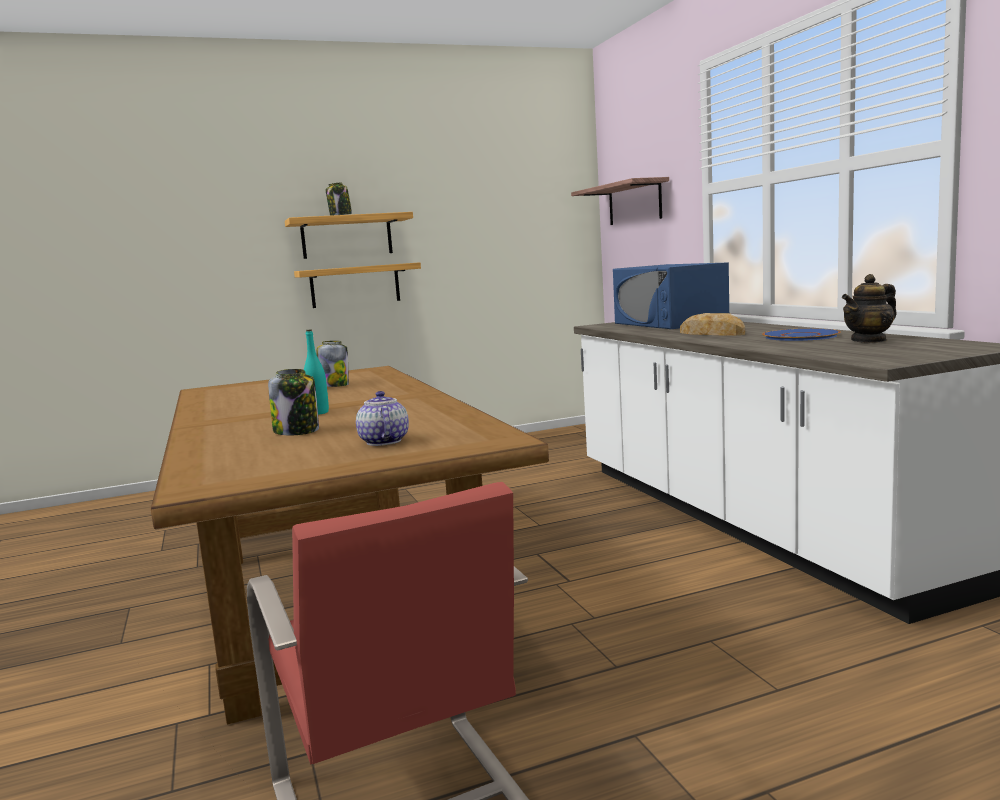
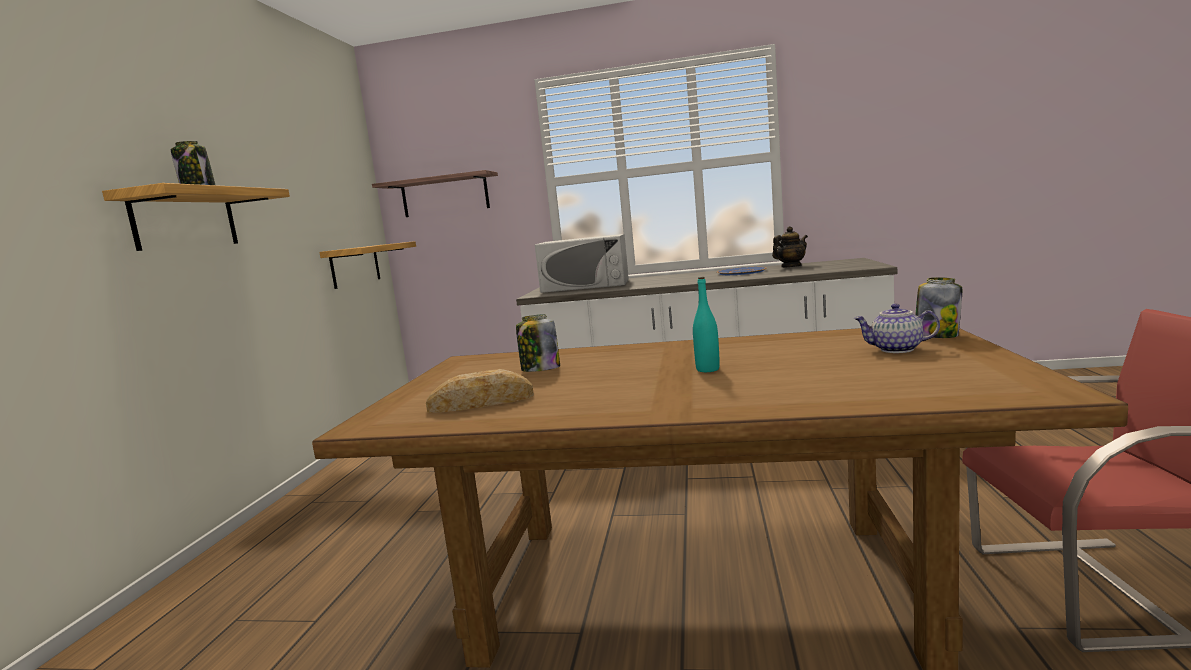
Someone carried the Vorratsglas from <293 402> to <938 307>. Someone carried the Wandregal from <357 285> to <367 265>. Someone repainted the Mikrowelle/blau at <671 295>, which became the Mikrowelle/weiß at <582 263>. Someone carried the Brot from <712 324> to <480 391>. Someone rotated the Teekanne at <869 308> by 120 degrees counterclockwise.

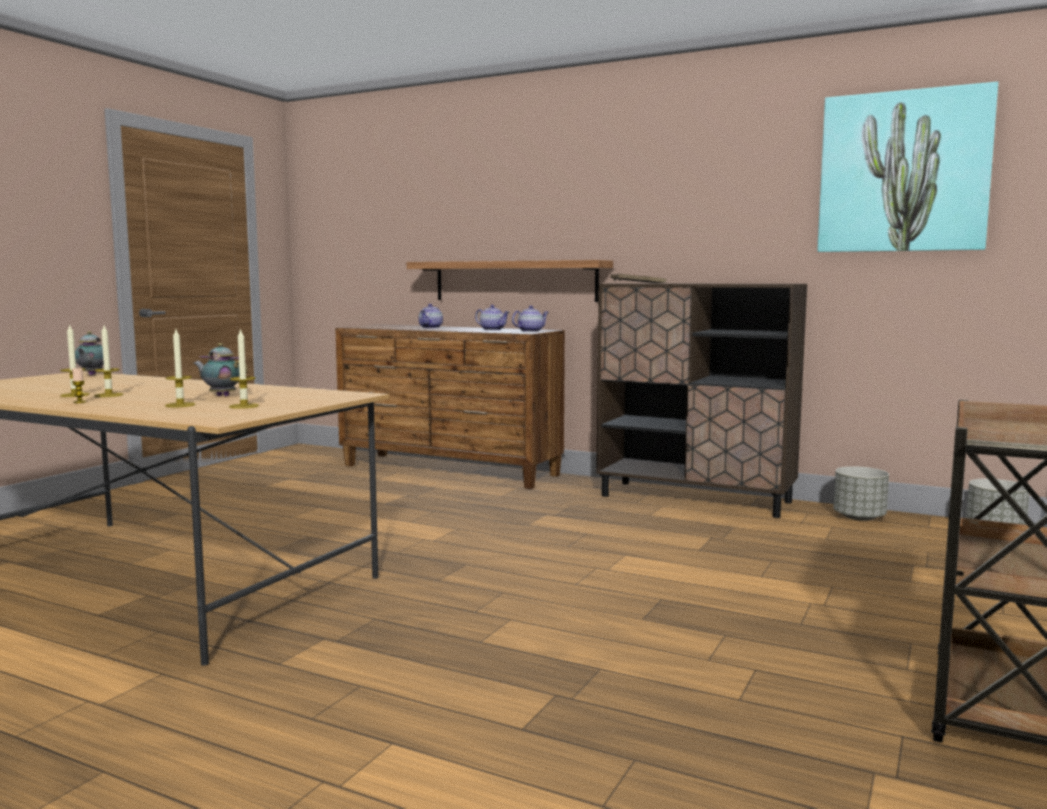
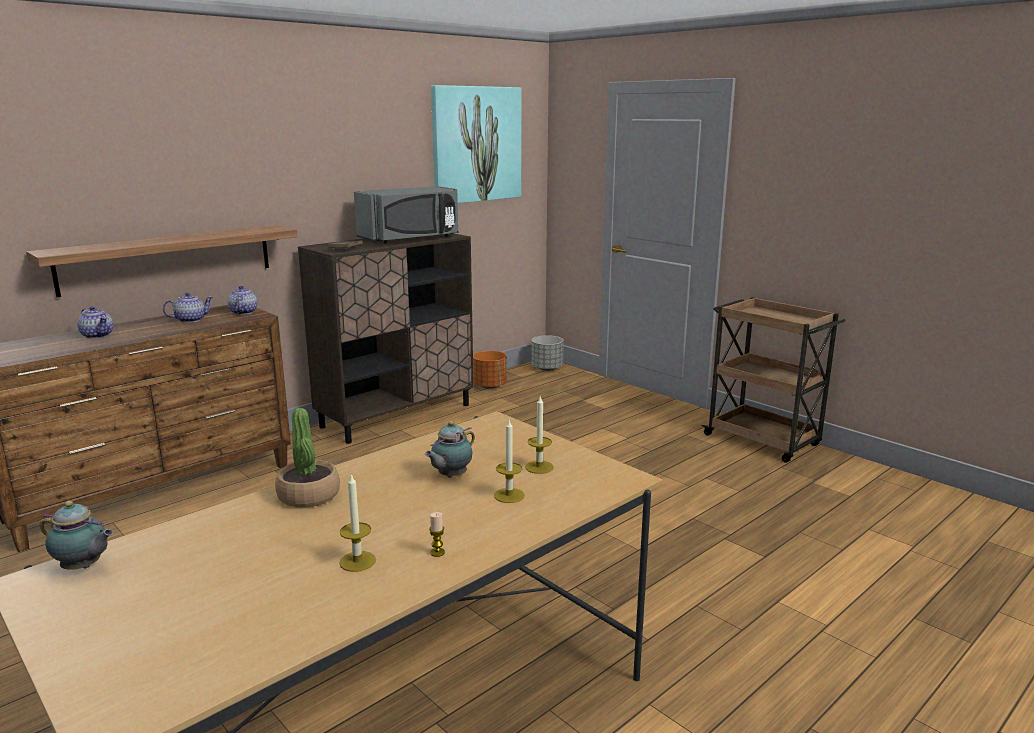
Someone took away the Kerze at <109 361>. Someone repainted the Pflanzkübel/grau at <861 493>, which became the Pflanzkübel/orange at <490 370>. Someone put down the Topfpflanze at <307 458>. Someone put down the Mikrowelle/grau at <406 214>.

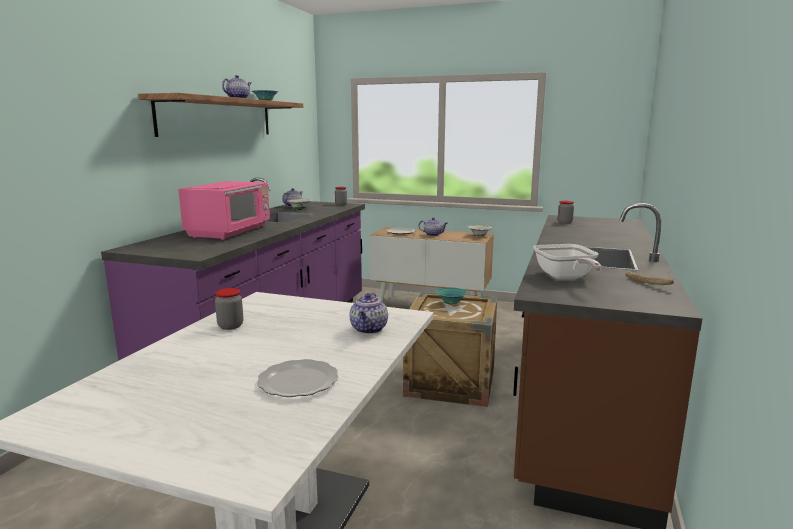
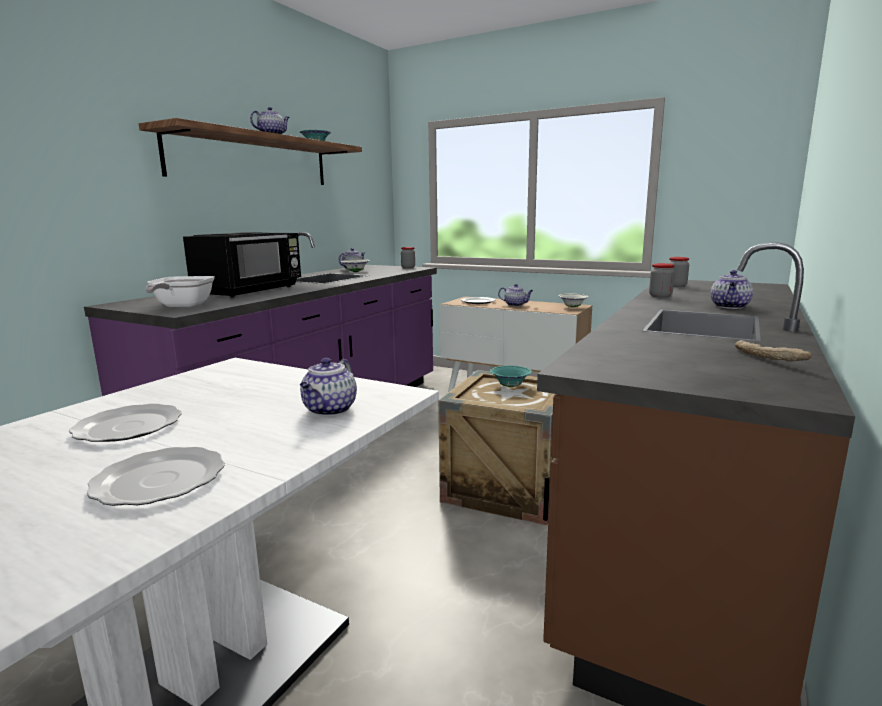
Someone repainted the Mikrowelle/rosa at <224 210>, which became the Mikrowelle/schwarz at <242 265>. Someone carried the Vorratsglas from <229 309> to <662 280>. Someone carried the Pfanne from <568 261> to <180 291>. Someone put down the Teller at <125 423>. Someone put down the Teekanne at <732 289>.

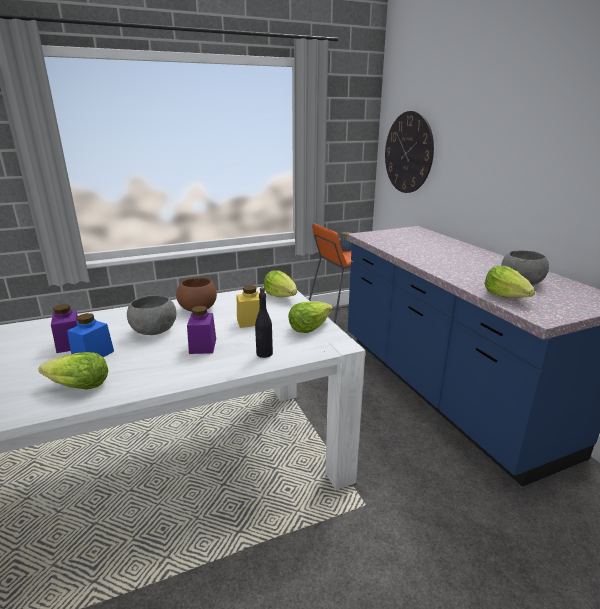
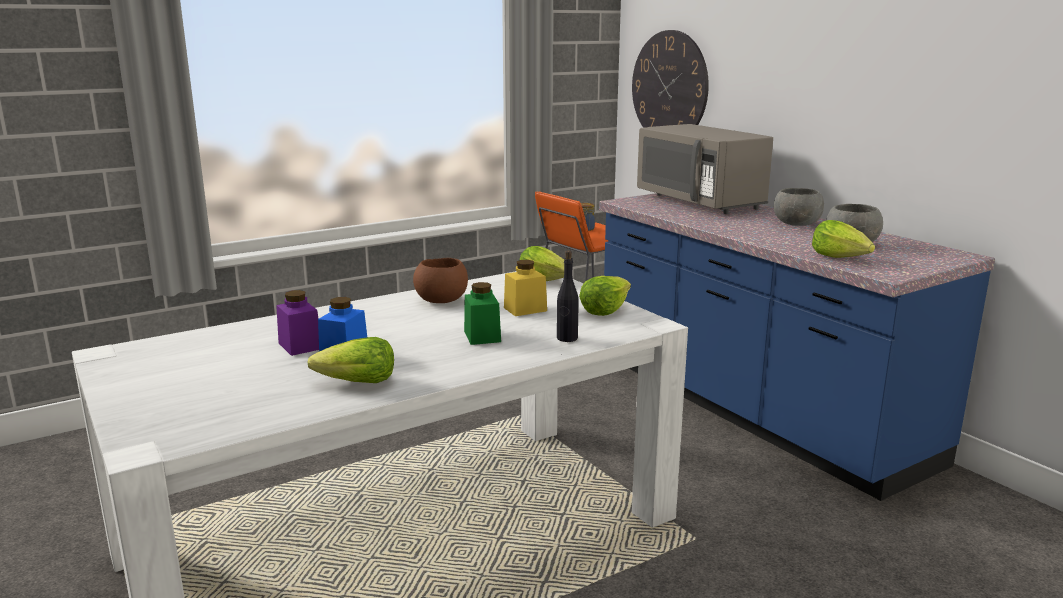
Someone carried the Schüssel/grau from <151 315> to <799 207>. Someone repainted the Vorratsglas/lila at <201 330>, which became the Vorratsglas/grün at <482 313>. Someone put down the Mikrowelle/grau at <705 169>.

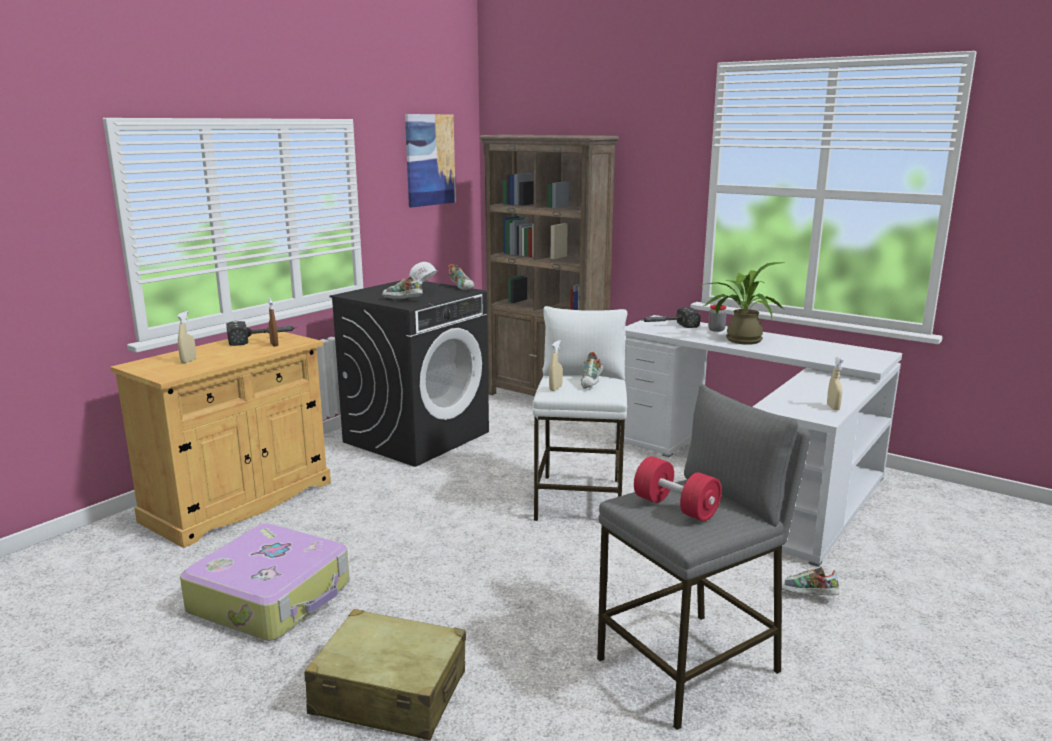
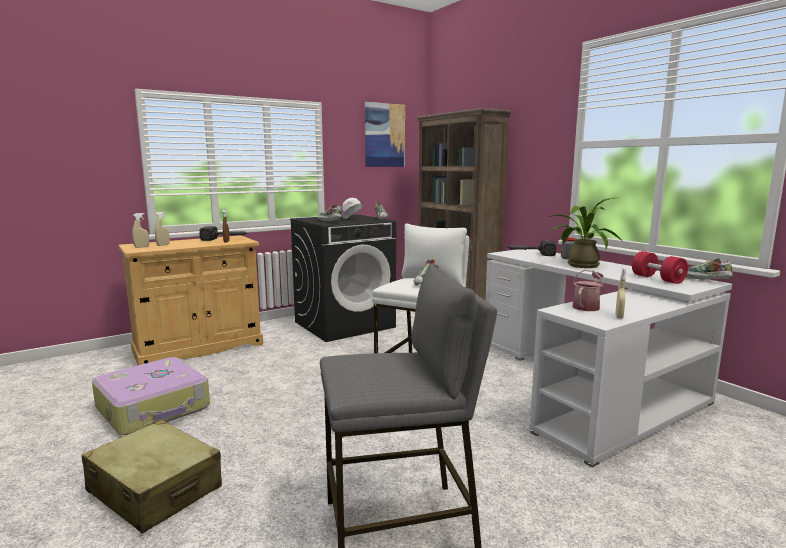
Someone carried the Sprühflasche/beige from <556 365> to <140 230>. Someone carried the Hantel/rot from <678 488> to <660 267>. Someone carried the Schuh from <811 581> to <709 269>. Someone put down the Gießkanne at <588 290>.

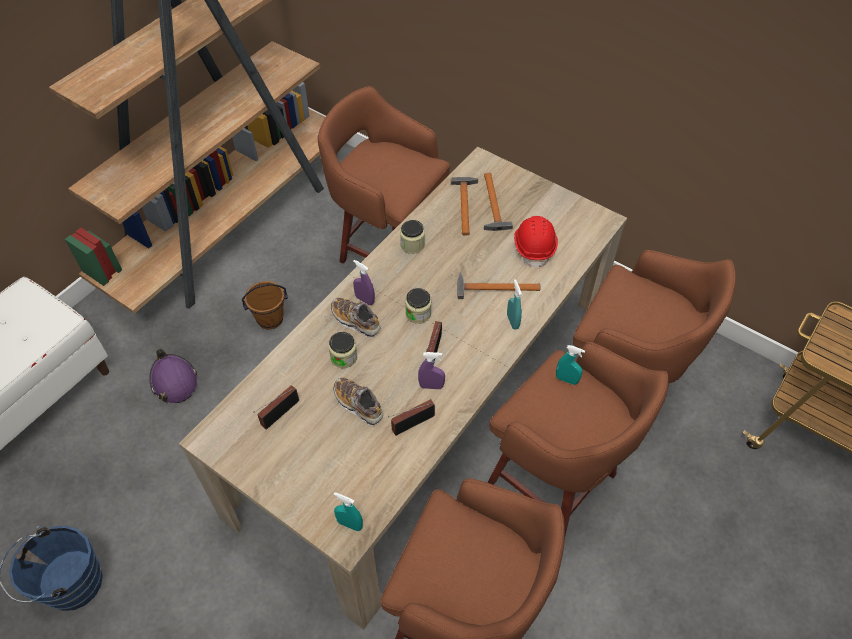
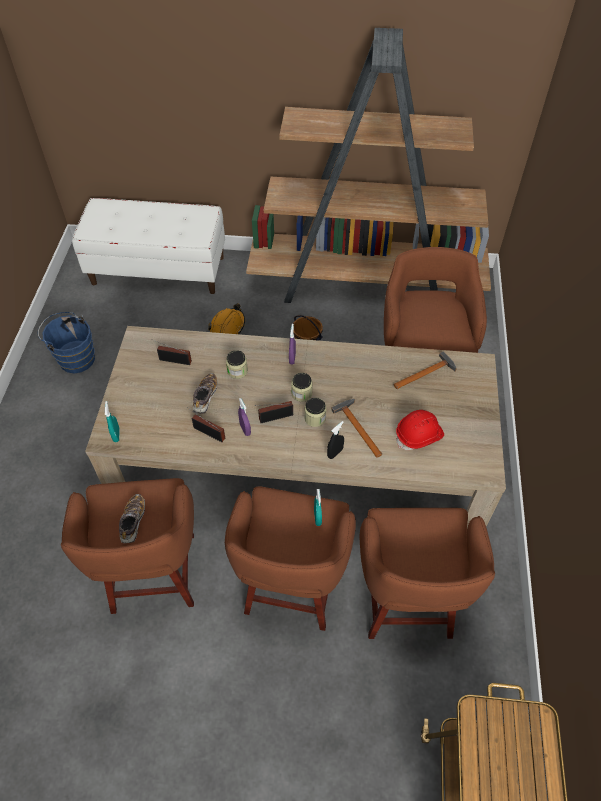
Someone repainted the Schutzhelm/lila at <173 376>, which became the Schutzhelm/orange at <226 318>. Someone carried the Schuh from <356 318> to <132 518>. Someone carried the Vorratsglas from <412 237> to <315 412>. Someone took away the Hammer at <498 202>. Someone repainted the Sprühflasche/türkis at <514 304>, which became the Sprühflasche/schwarz at <335 440>.

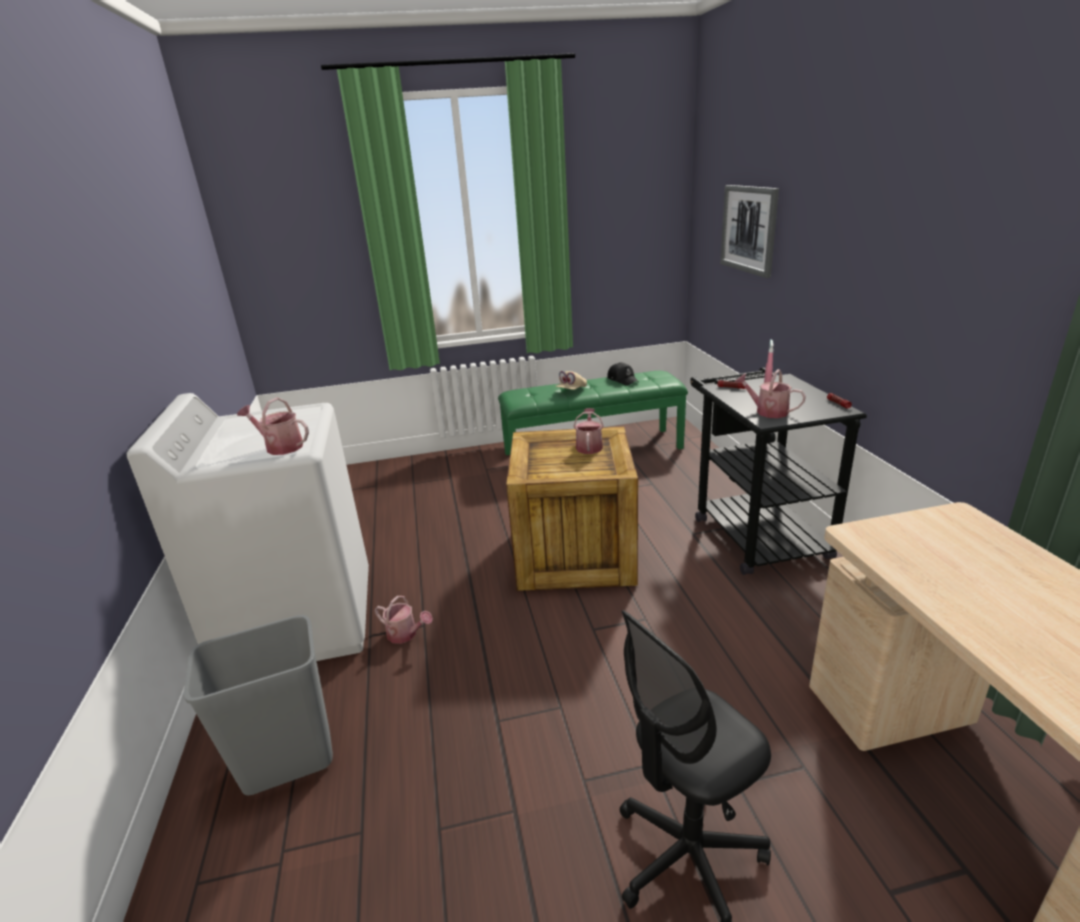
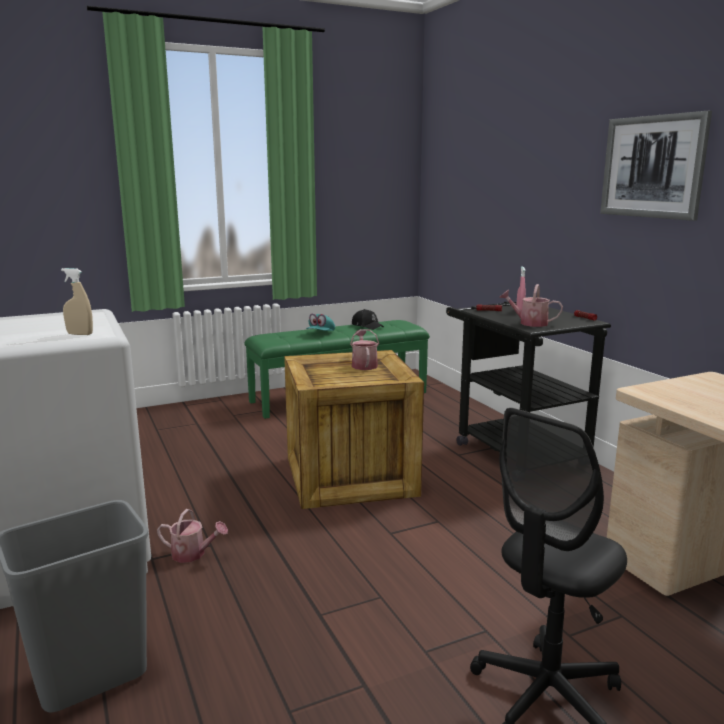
Someone swapped the Gießkanne at <273 426> for the Sprühflasche/beige at <77 301>. Someone repainted the Kappe/beige at <571 380>, which became the Kappe/türkis at <320 322>. Someone carried the Bild from <749 231> to <656 166>.

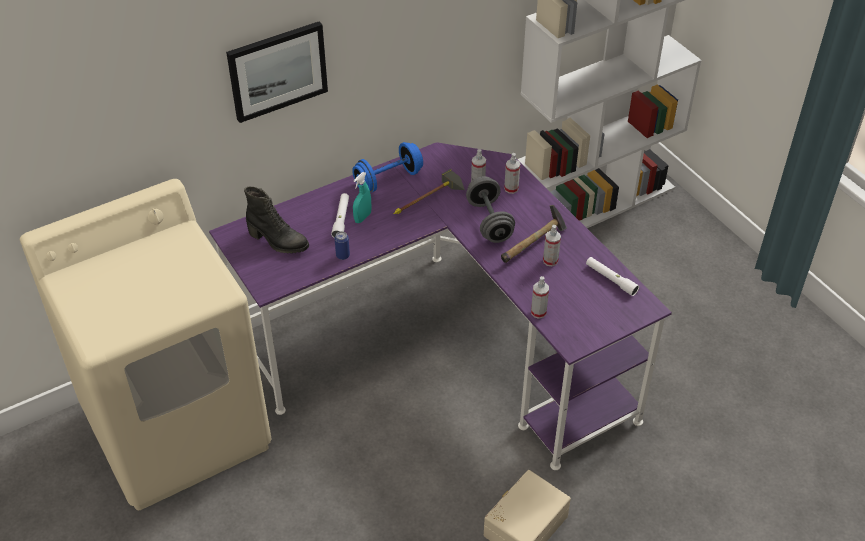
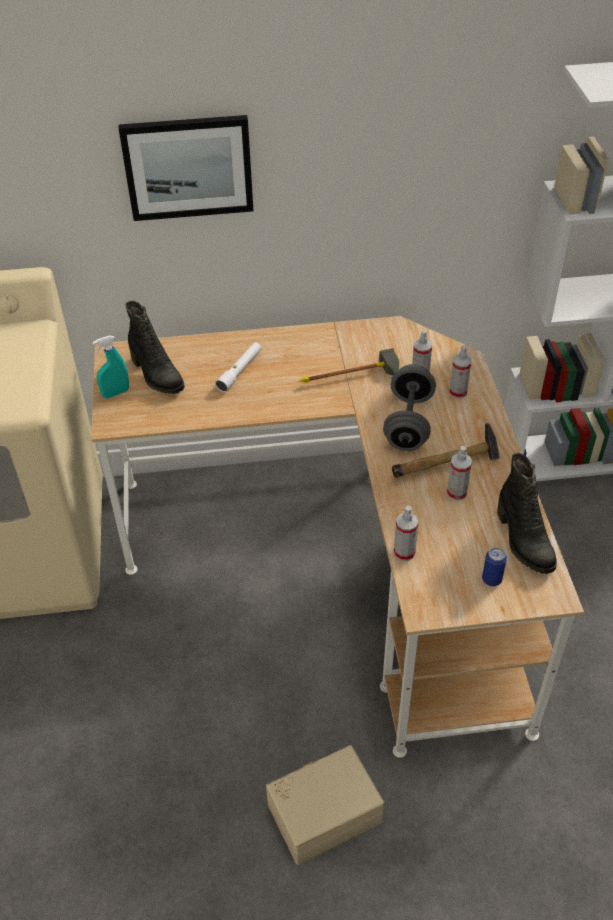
Someone repainted the Schreibtisch/lila at <440 306>, which became the Schreibtisch/beige at <337 537>. Someone carried the Dose from <342 245> to <494 566>. Someone took away the Hantel/blau at <387 167>. Someone carried the Sprühflasche/türkis from <362 197> to <111 367>. Someone swapped the Taschenlampe/weiß at <612 276> for the Stiefel/schwarz at <527 513>.

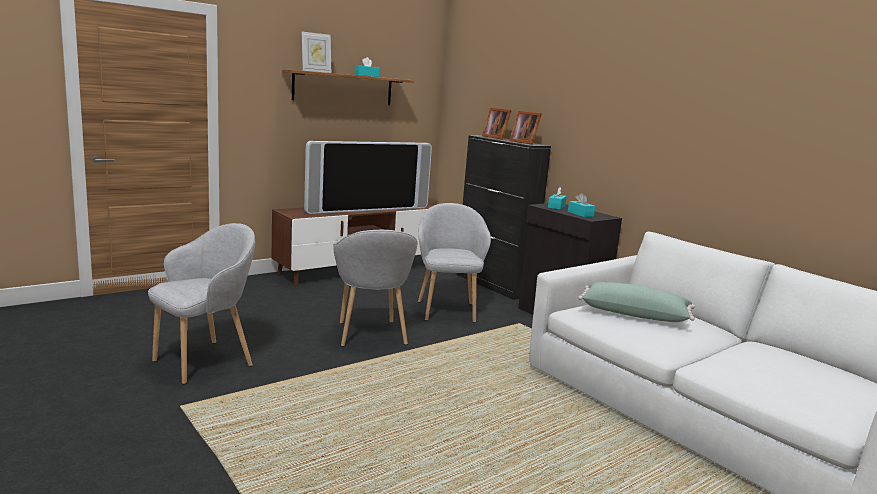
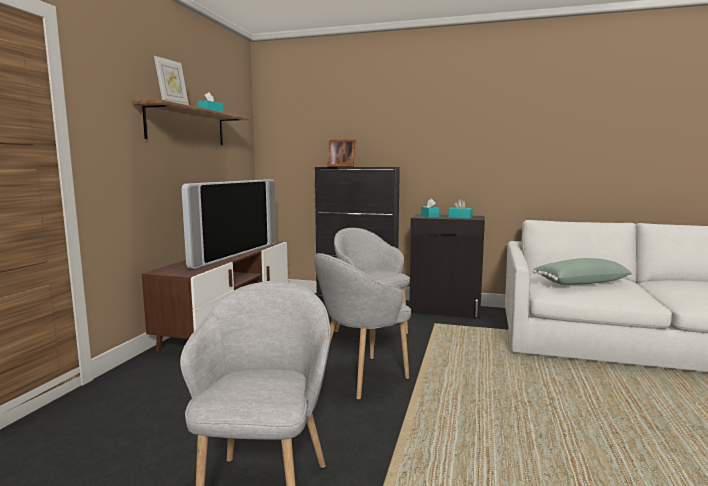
Someone rotated the Sessel/grau at <375 288> by 105 degrees clockwise. Someone took away the Bilderrahmen at <525 128>.

